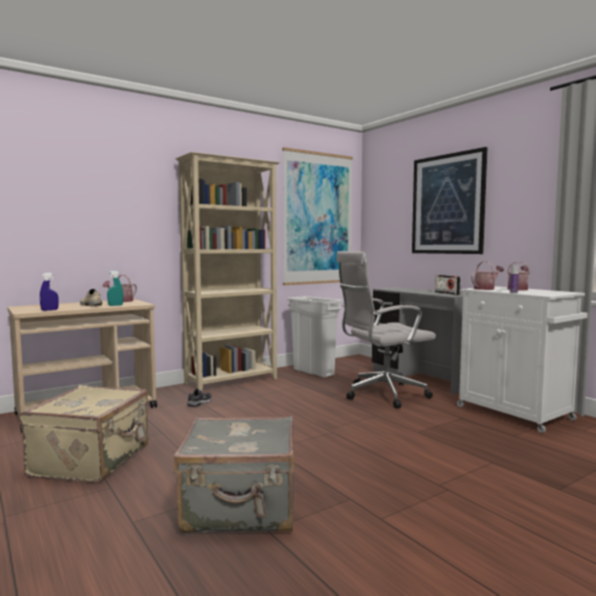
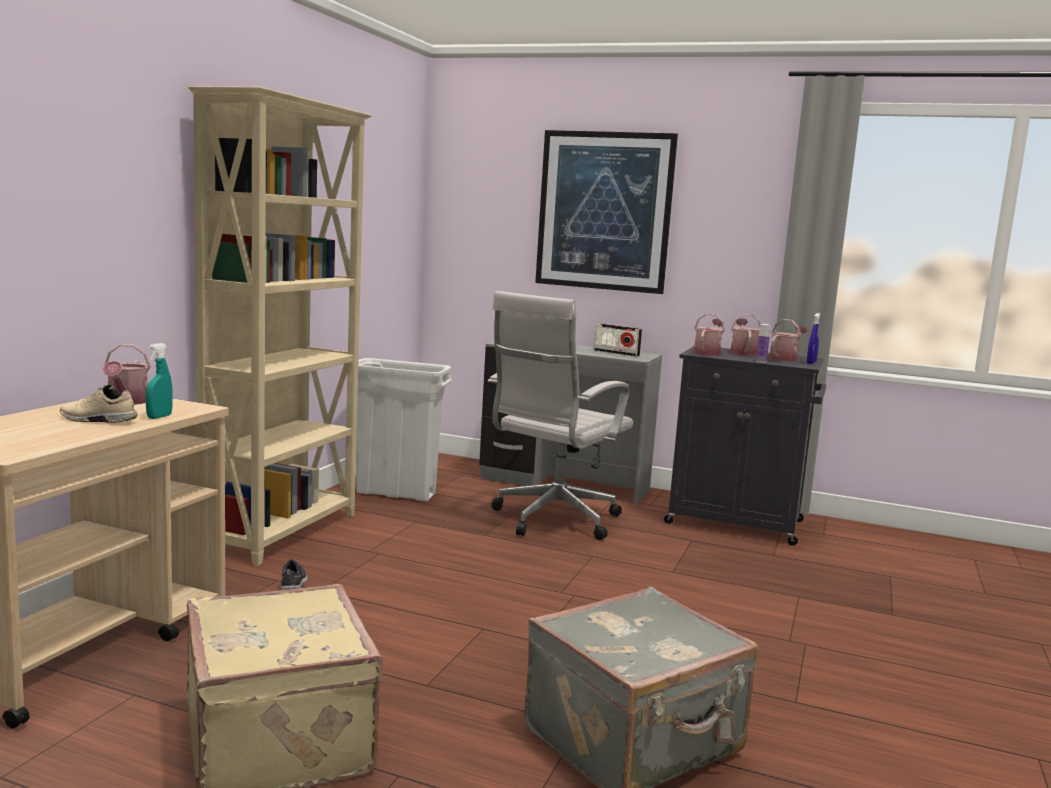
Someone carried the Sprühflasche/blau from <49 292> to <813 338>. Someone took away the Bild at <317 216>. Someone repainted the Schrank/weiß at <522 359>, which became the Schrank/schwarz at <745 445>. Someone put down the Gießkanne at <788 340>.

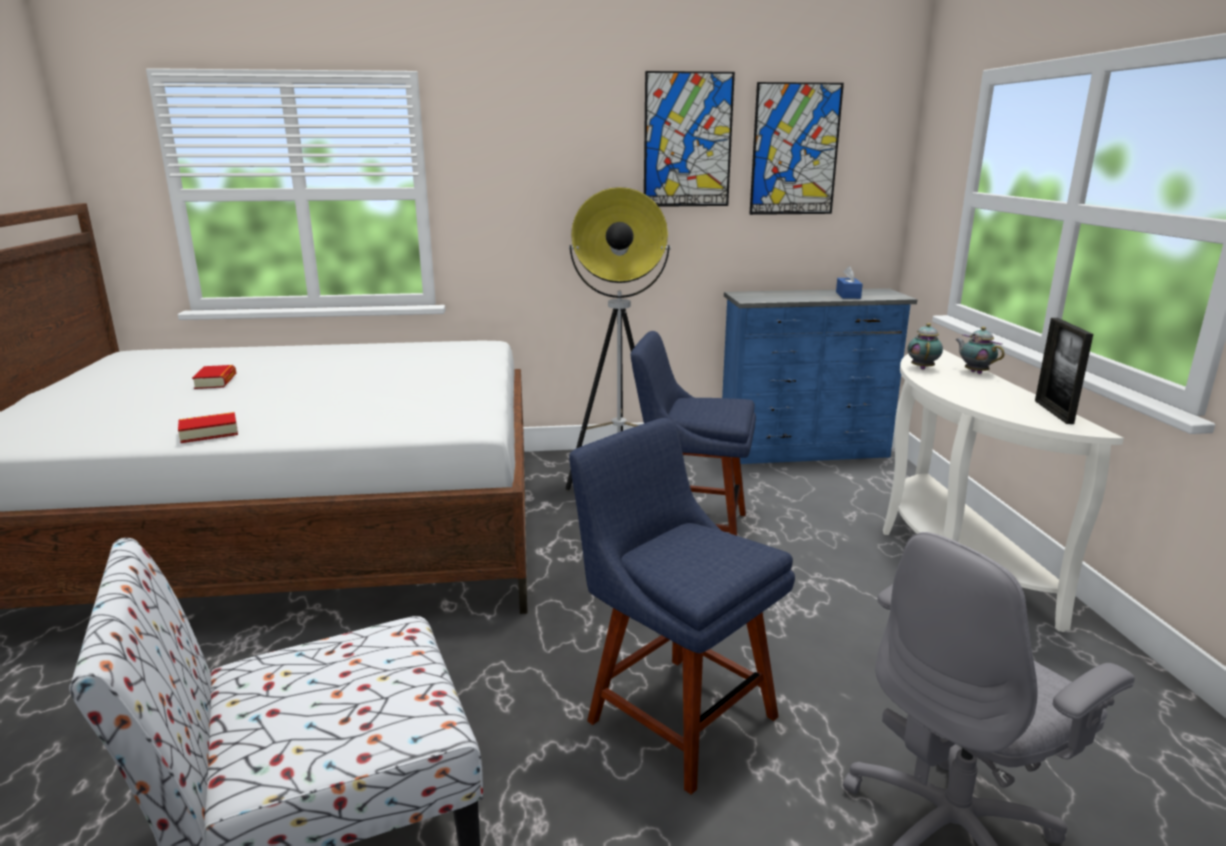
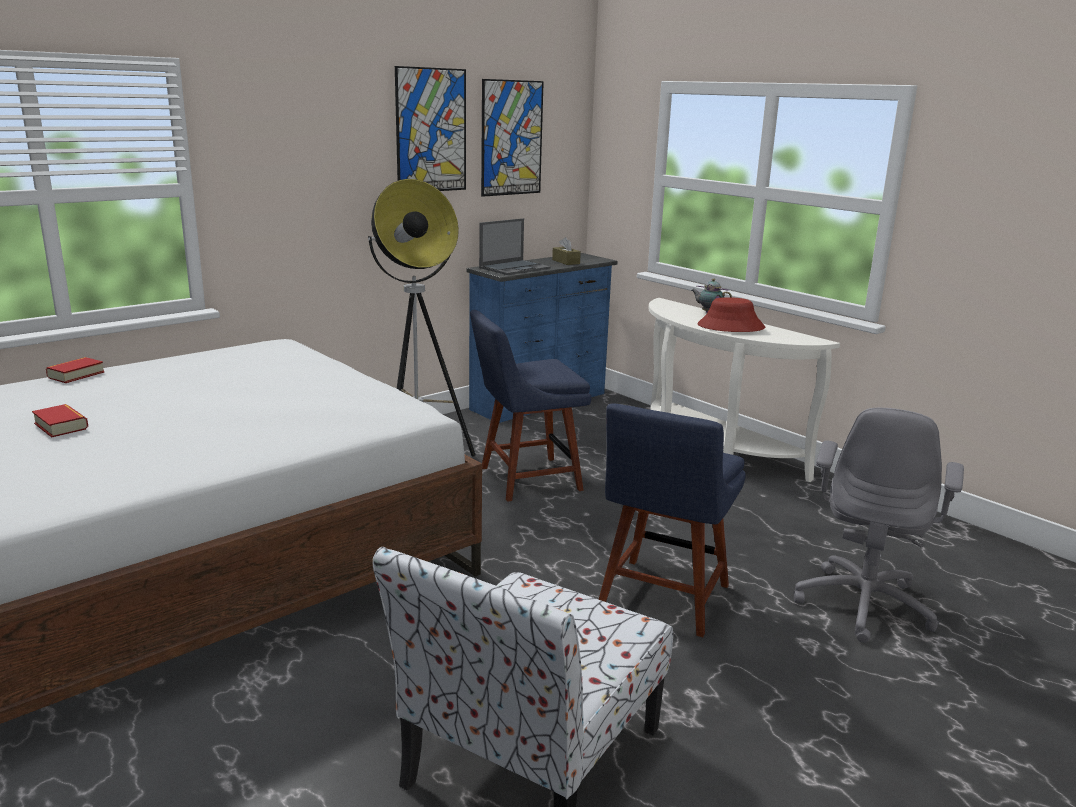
Someone carried the Buch from <208 427> to <75 370>. Someone rotated the Stuhl/blau at <682 606> by 75 degrees counterclockwise. Someone repainted the Taschentuchbox/blau at <849 282>, which became the Taschentuchbox/braun at <566 251>. Someone took away the Teekanne at <925 346>. Someone took away the Bilderrahmen at <1064 371>. Someone put down the Laptop at <515 246>. Someone put down the Hut/rot at <731 314>.

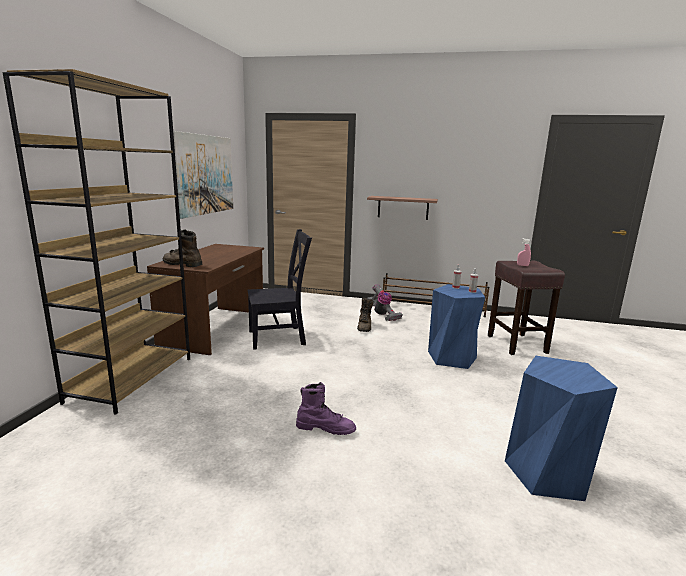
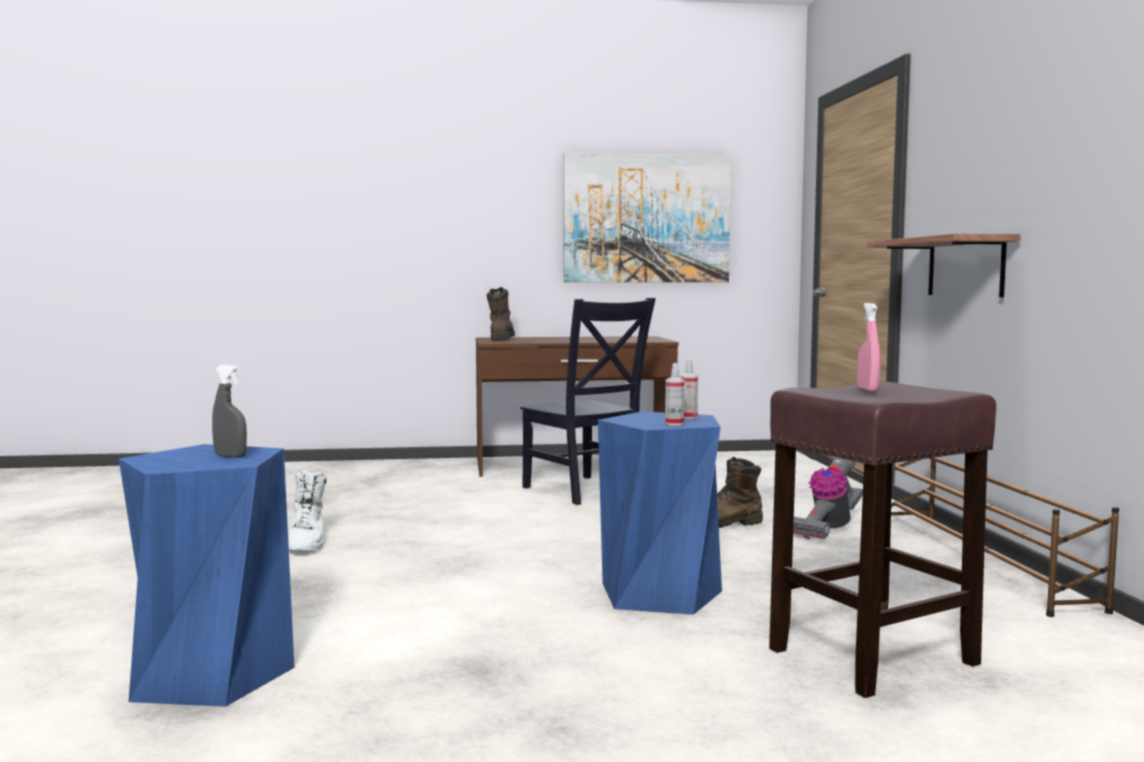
Someone took away the Bücherregal/braun at <96 242>. Someone repainted the Stiefel/lila at <326 408>, which became the Stiefel/weiß at <307 509>. Someone put down the Sprühflasche/grau at <229 411>.

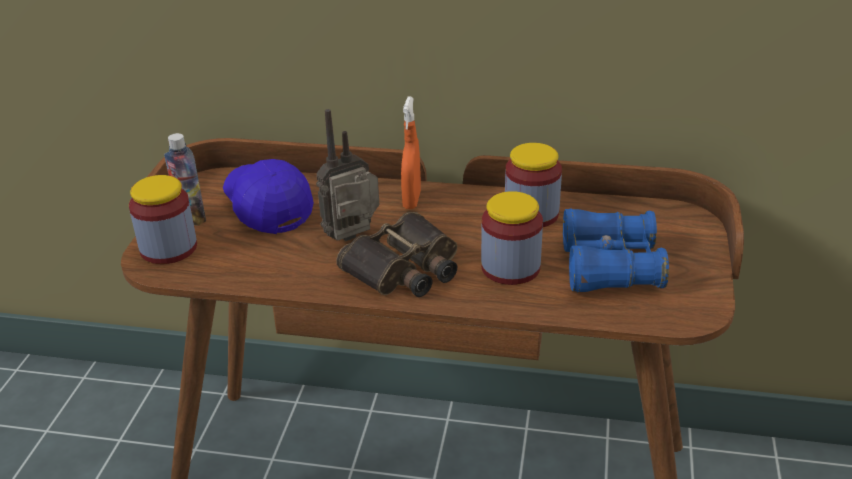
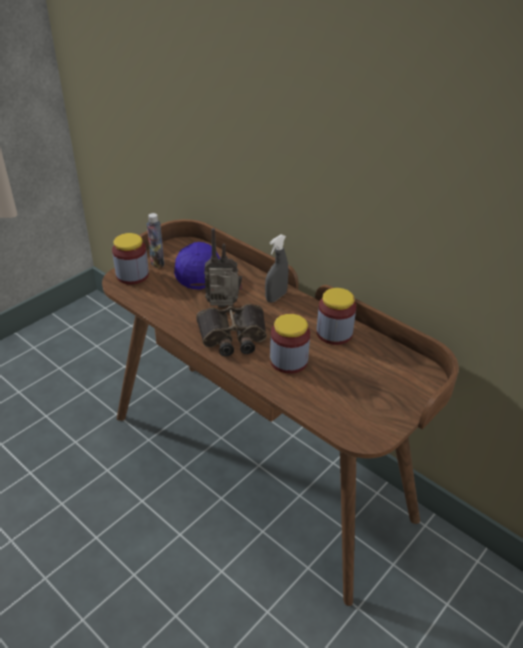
Someone repainted the Sprühflasche/orange at <411 152>, which became the Sprühflasche/grau at <277 268>. Someone took away the Fernglas/blau at <616 250>.

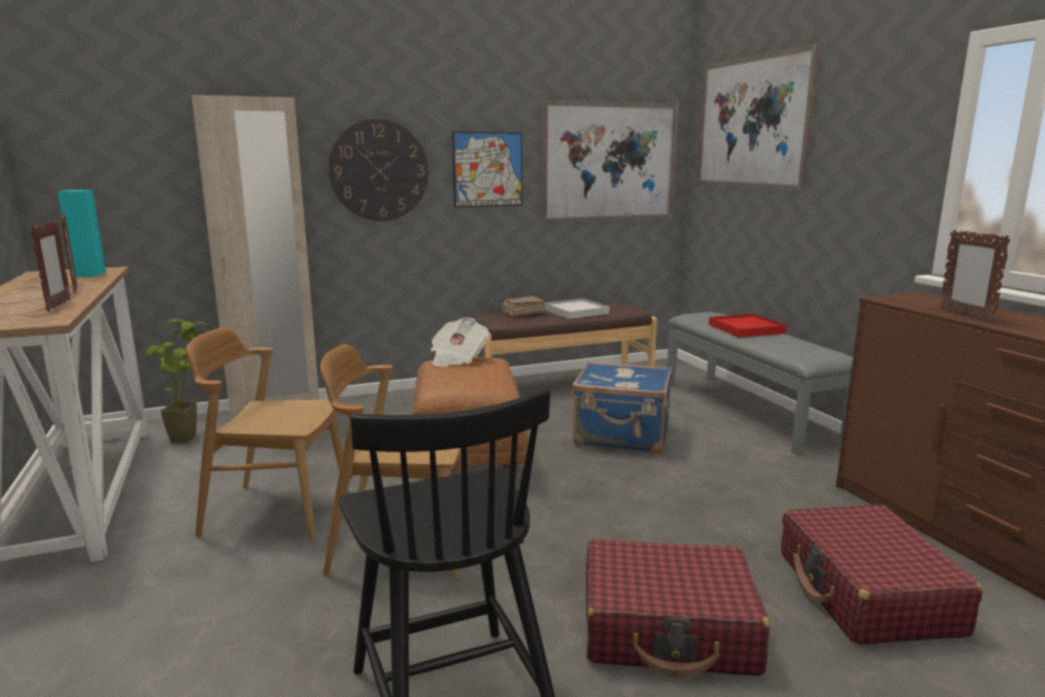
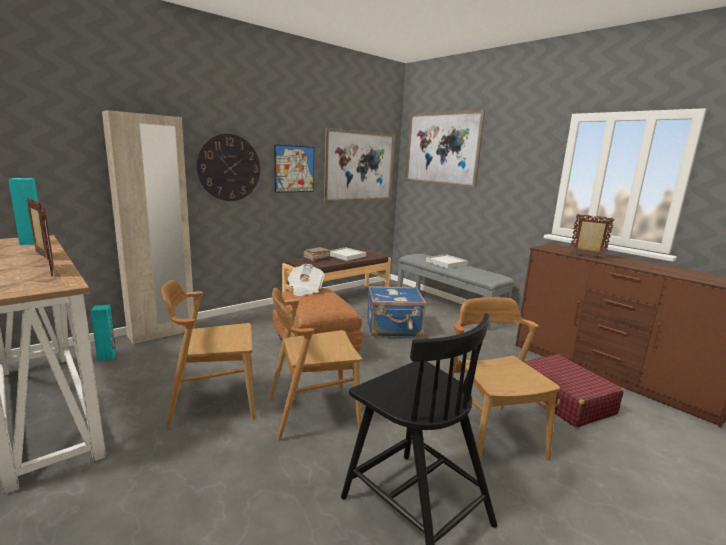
Someone swapped the Topfpflanze at <179 381> for the Lautsprecher/türkis at <103 333>. Someone swapped the Koffer/rot at <678 608> for the Stuhl/braun at <503 379>. Someone repainted the Tablett/rot at <748 325>, which became the Tablett/weiß at <447 261>. Someone rotated the Bilderrahmen at <975 276> by 150 degrees clockwise.

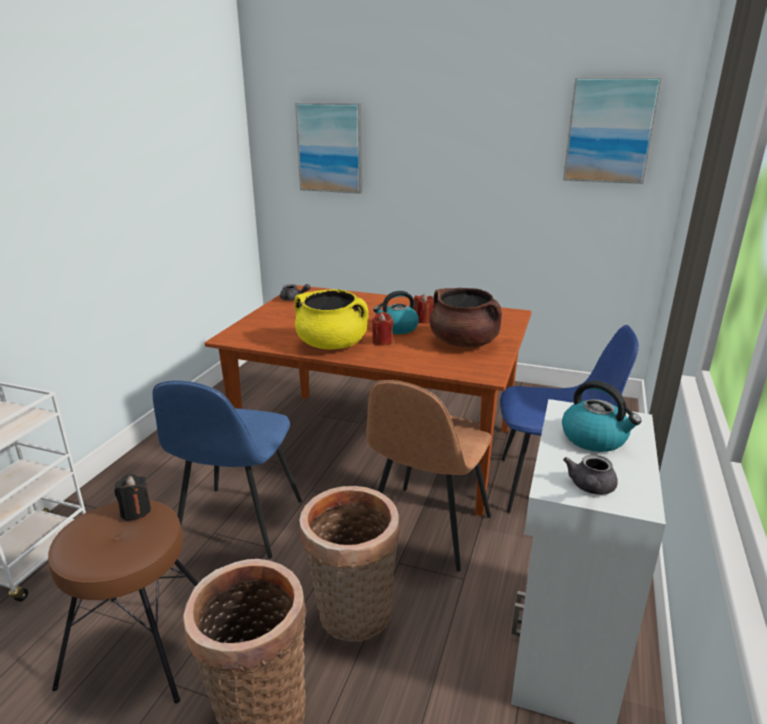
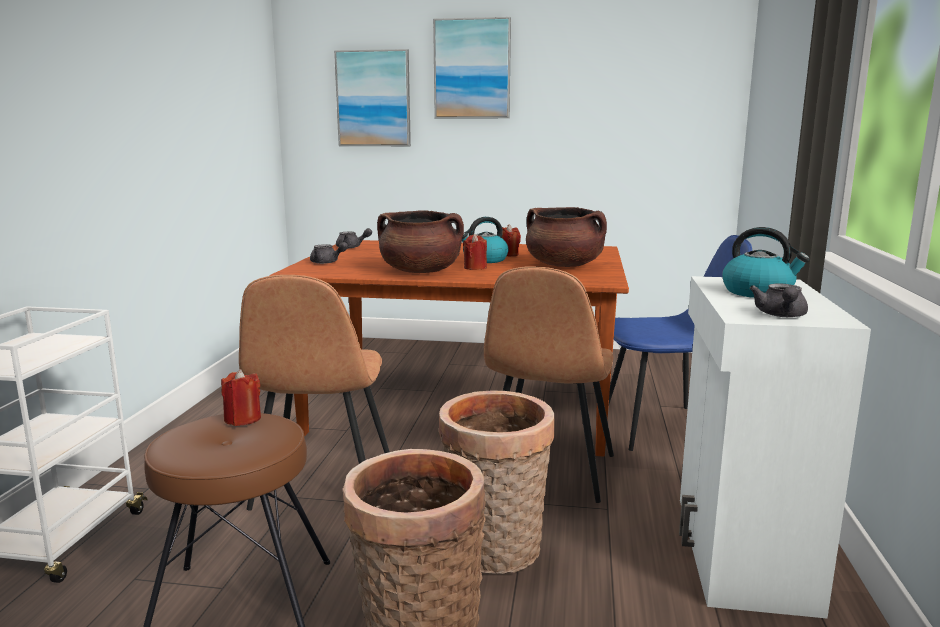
Someone repainted the Kerze/schwarz at <132 497>, which became the Kerze/rot at <241 397>. Someone repainted the Stuhl/blau at <227 469>, which became the Stuhl/braun at <314 393>. Someone repainted the Kochtopf/gelb at <331 319>, which became the Kochtopf/braun at <420 241>. Someone carried the Bild from <612 130> to <472 68>. Someone put down the Teekanne/grau at <329 253>.

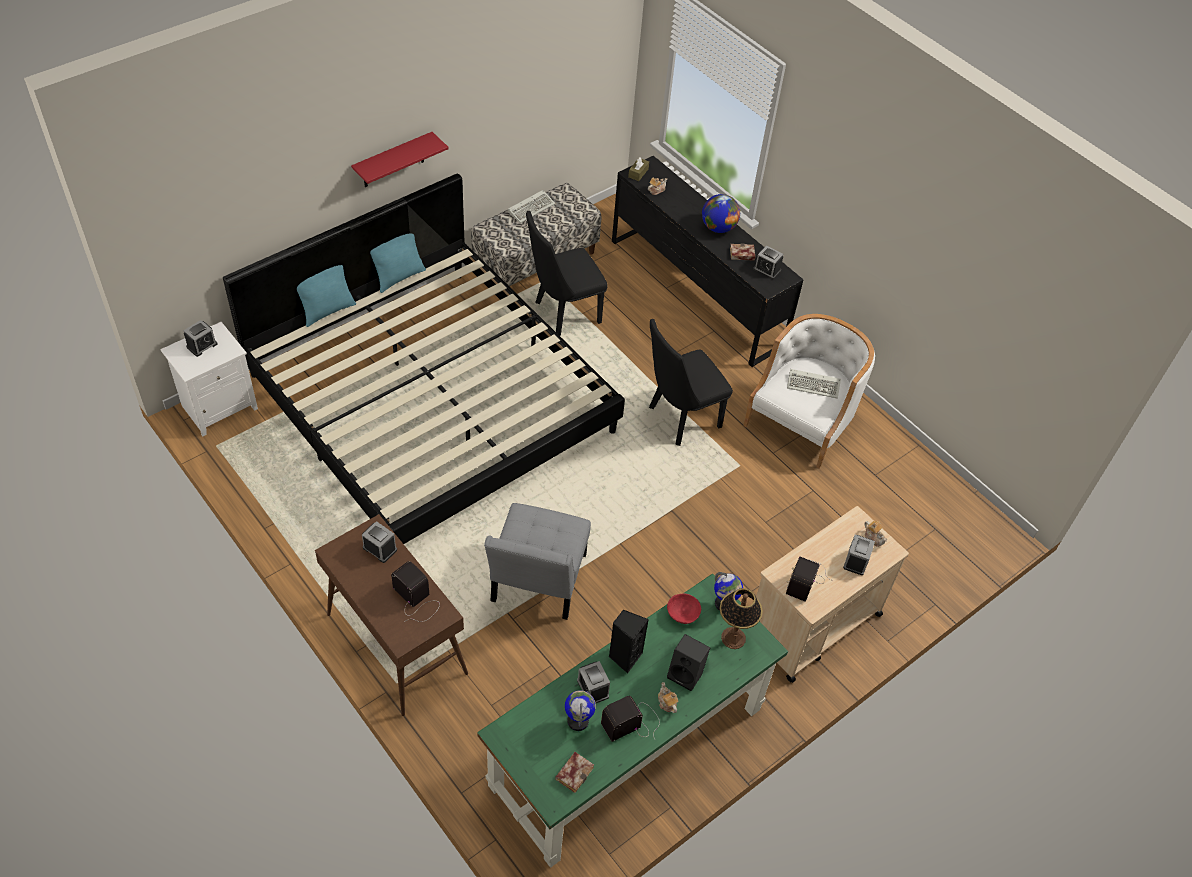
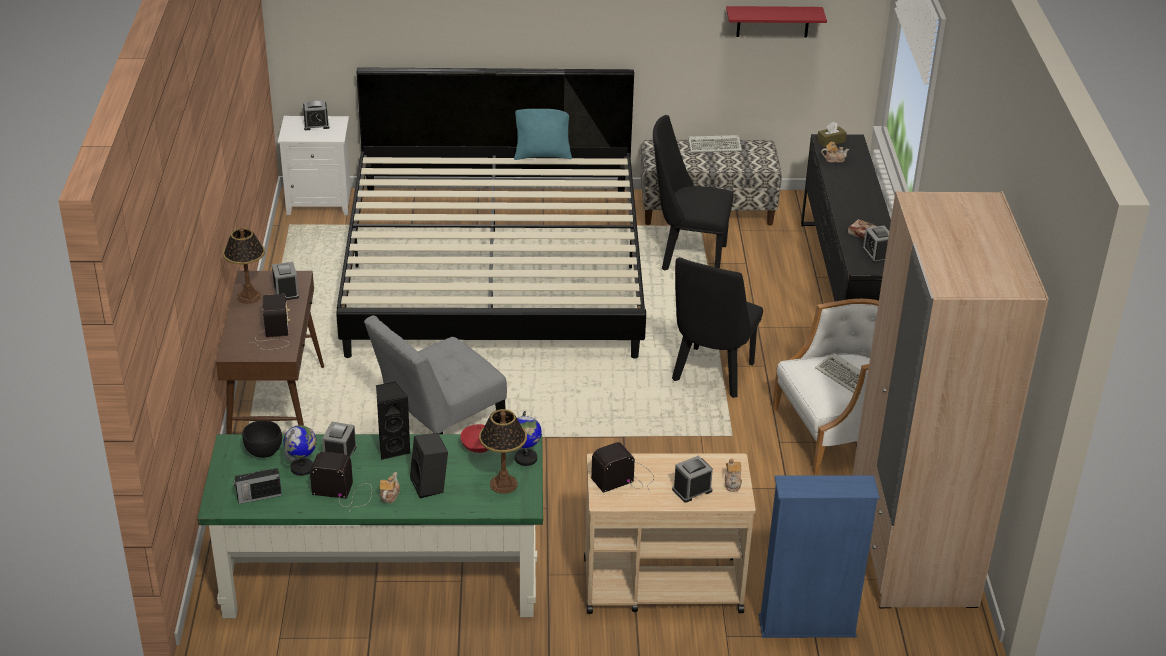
Someone took away the Kissen/türkis at <326 296>. Someone carried the Wandregal/rot from <400 159> to <776 22>. Someone swapped the Buch at <574 772> for the Radio at <257 485>. Someone rotated the Stuhl/schwarz at <691 382> by 75 degrees counterclockwise. Someone took away the Globus at <721 213>. Someone put down the Tischlampe at <244 266>. Someone put down the Schüssel/schwarz at <262 439>. Someone put down the Bücherregal/blau at <819 556>. Someone put down the Kleiderschrank/beige at <950 399>.

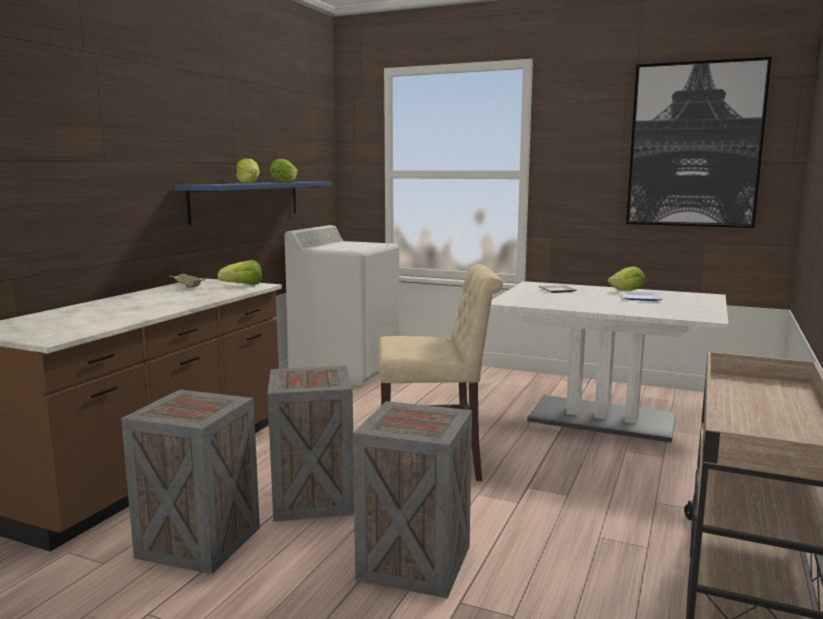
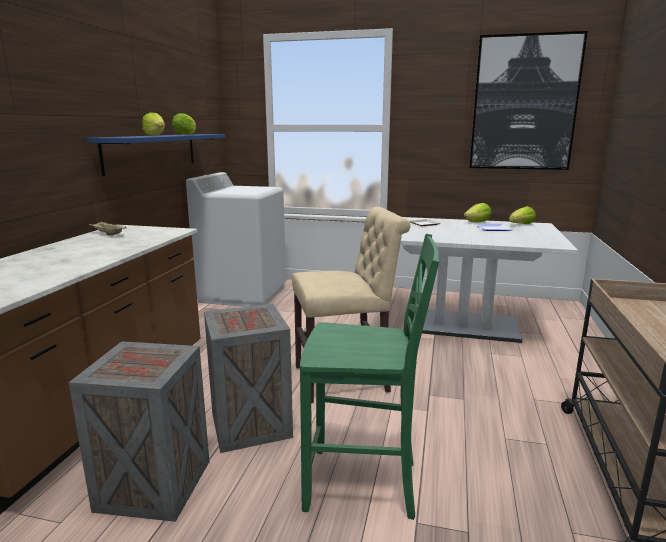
Someone carried the Salatkopf from <240 272> to <522 215>. Someone swapped the Kiste at <412 499> for the Stuhl/grün at <370 377>.

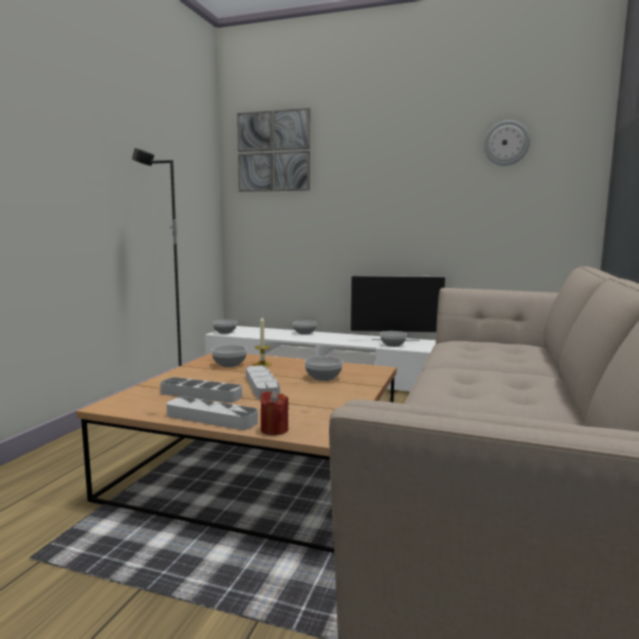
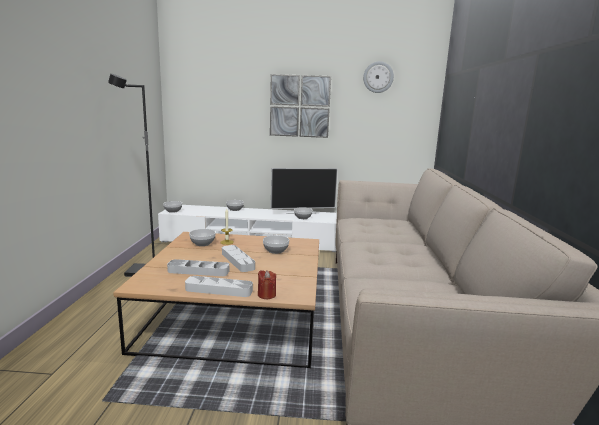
Someone carried the Bild from <273 150> to <300 106>.

